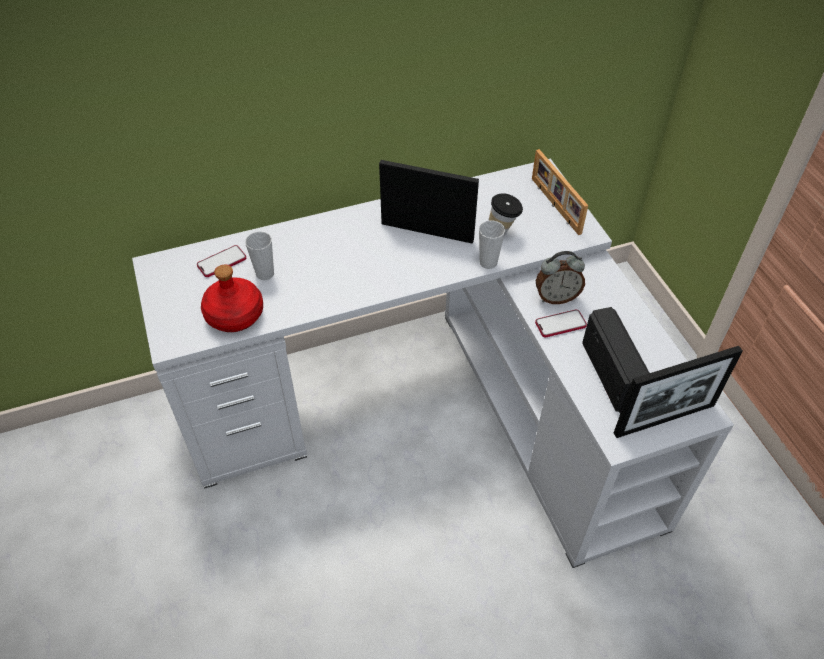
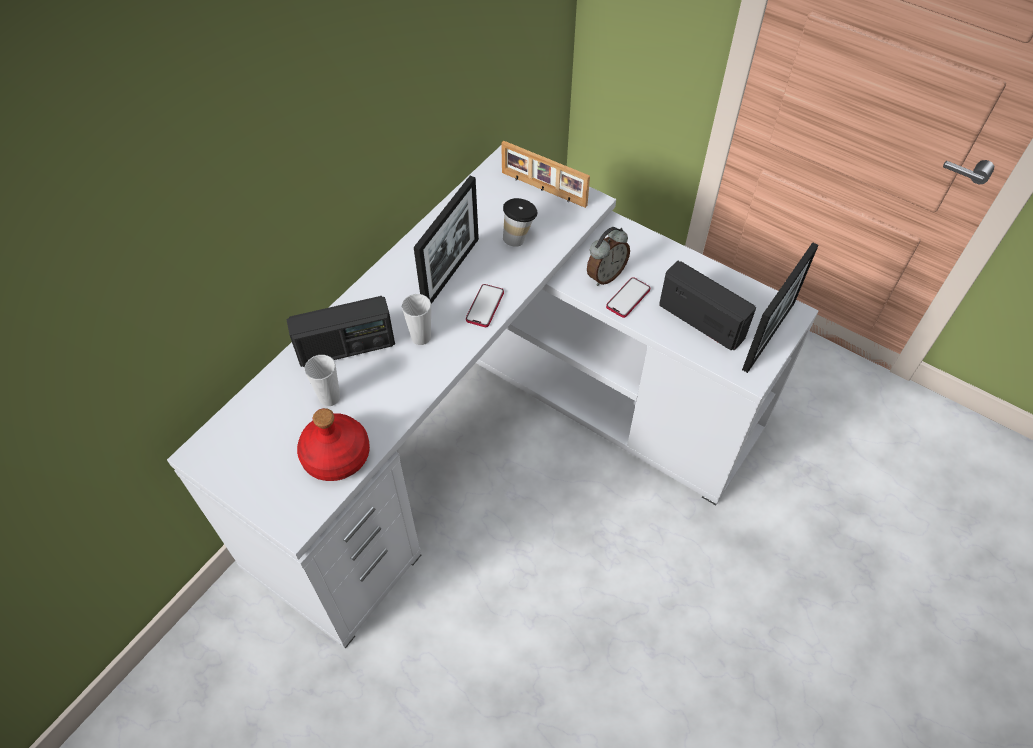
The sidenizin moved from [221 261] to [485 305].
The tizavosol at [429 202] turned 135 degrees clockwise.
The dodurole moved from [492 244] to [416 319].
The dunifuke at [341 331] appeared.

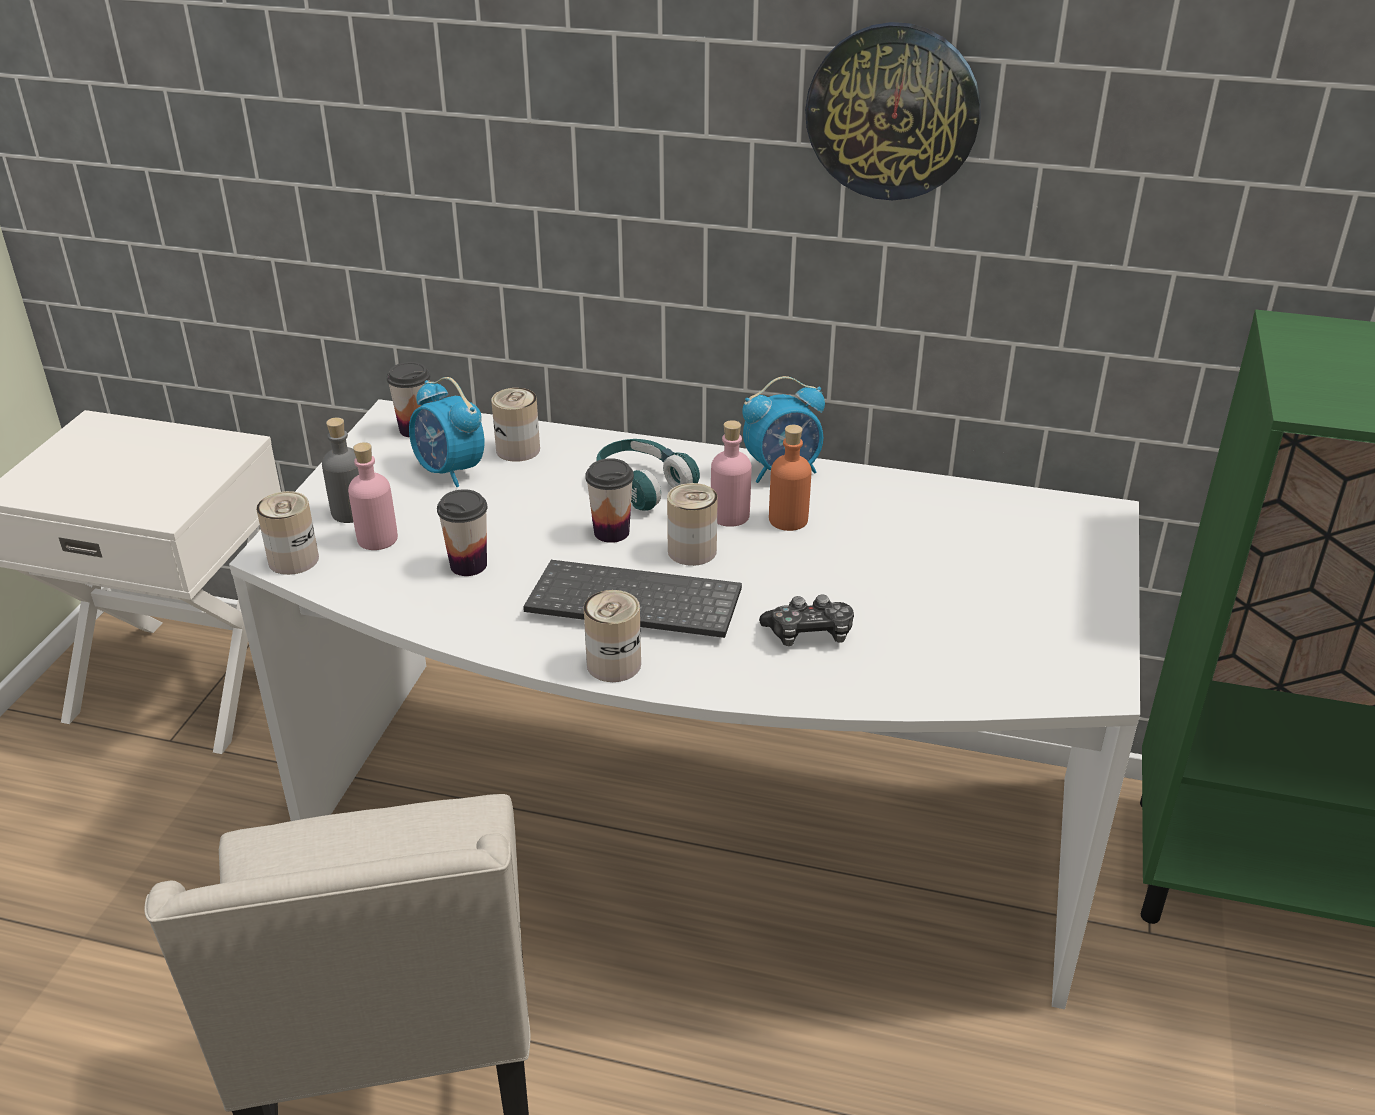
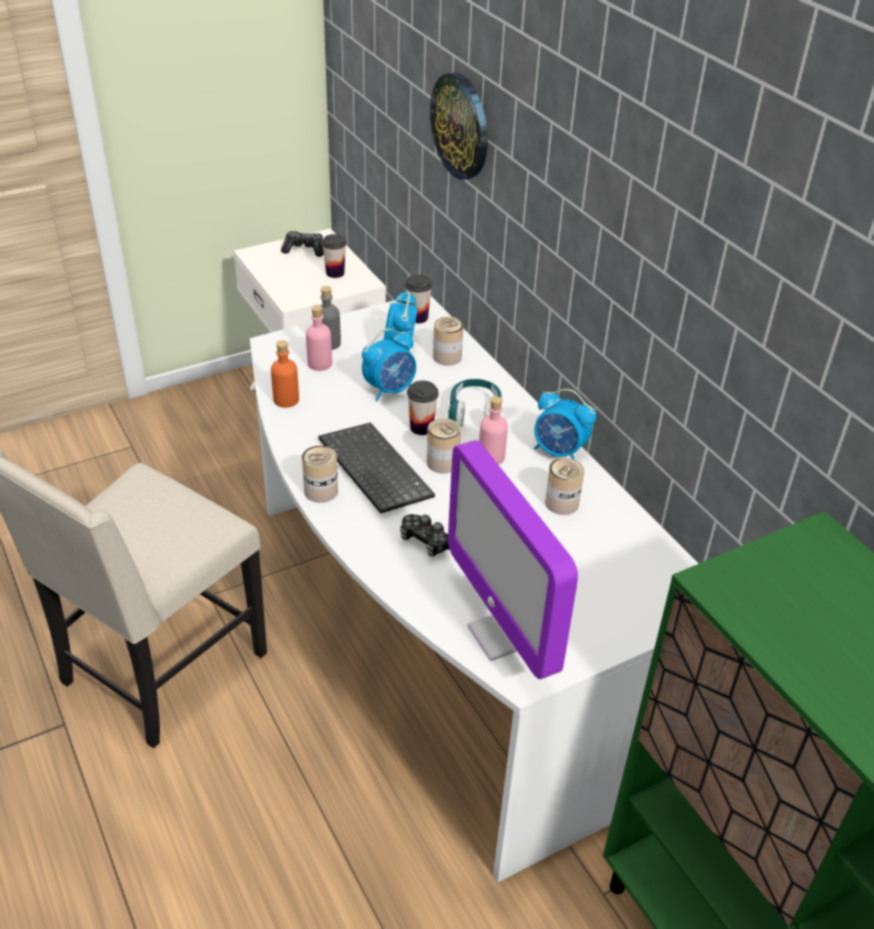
The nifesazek moved from [287 533] to [564 486].
The dodurole moved from [462 532] to [334 256].
The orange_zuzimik moved from [790 478] to [285 374].
The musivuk moved from [893 111] to [459 126].
The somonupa at [302 244] appeared.
The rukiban at [389 365] appeared.
The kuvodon at [513 559] appeared.

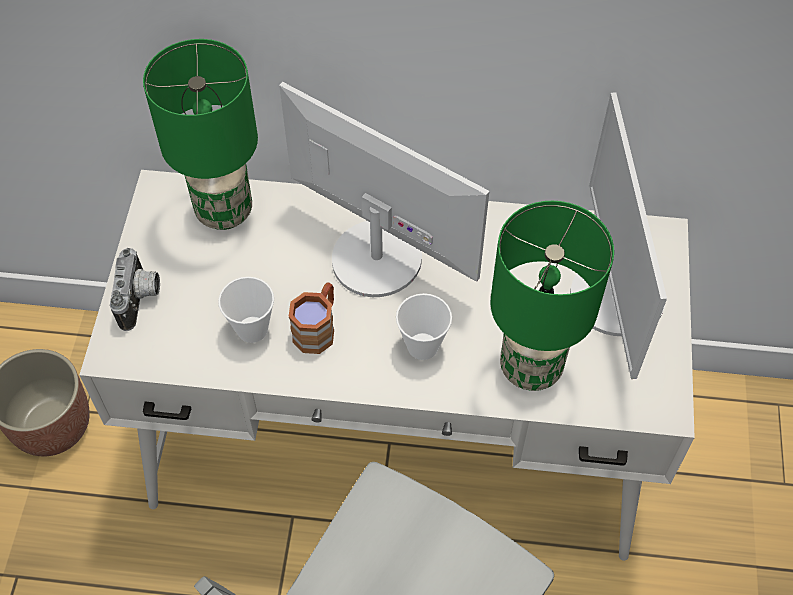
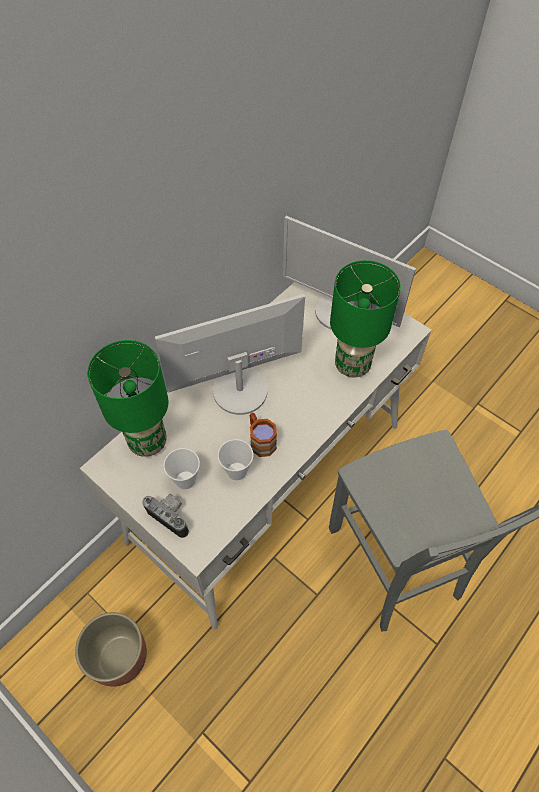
The dodurole moved from [424 326] to [181 468].

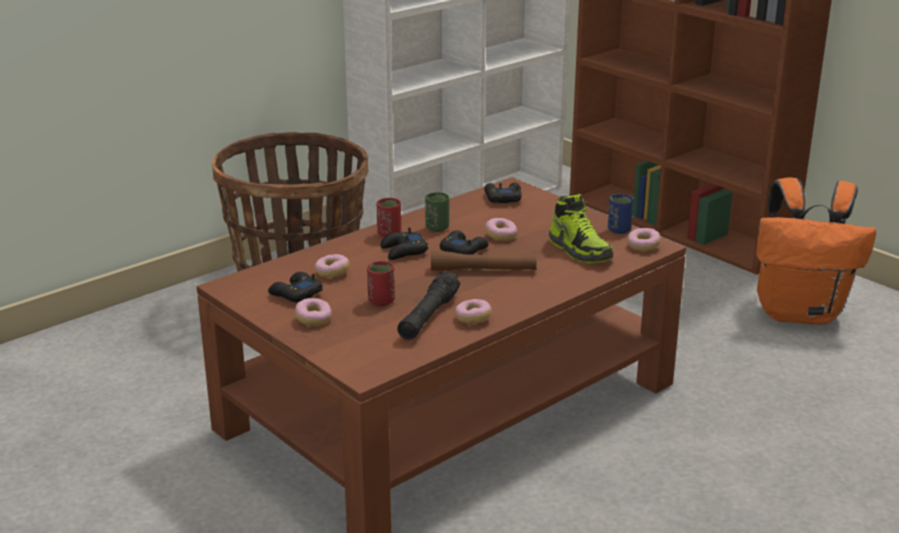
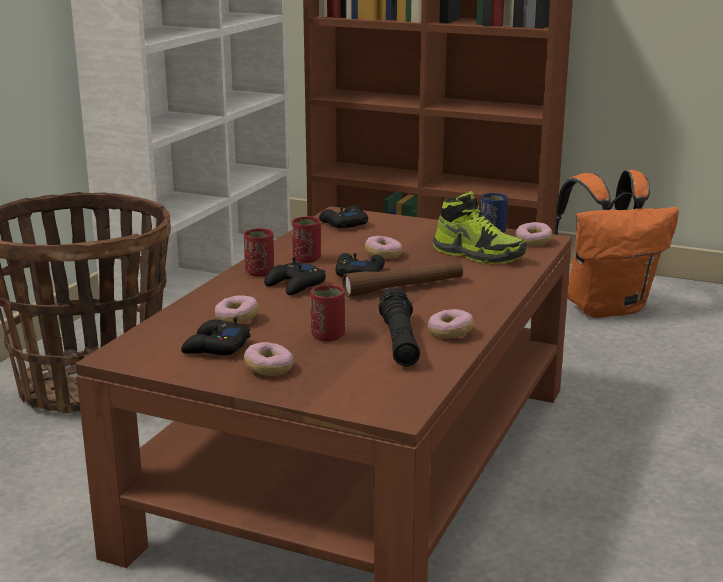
The green_dodurole at [437 212] became the red_dodurole at [306 239].

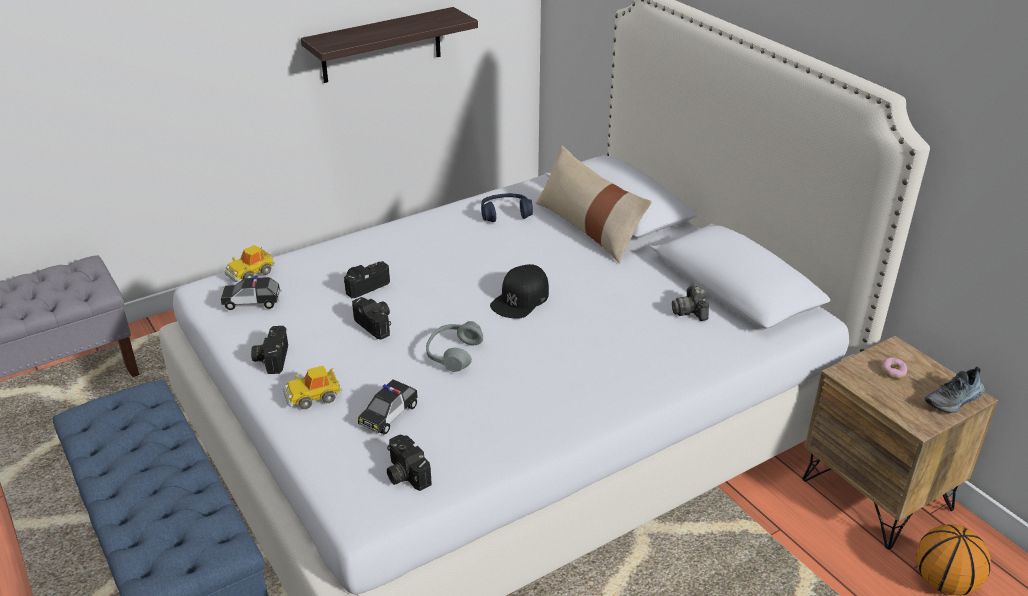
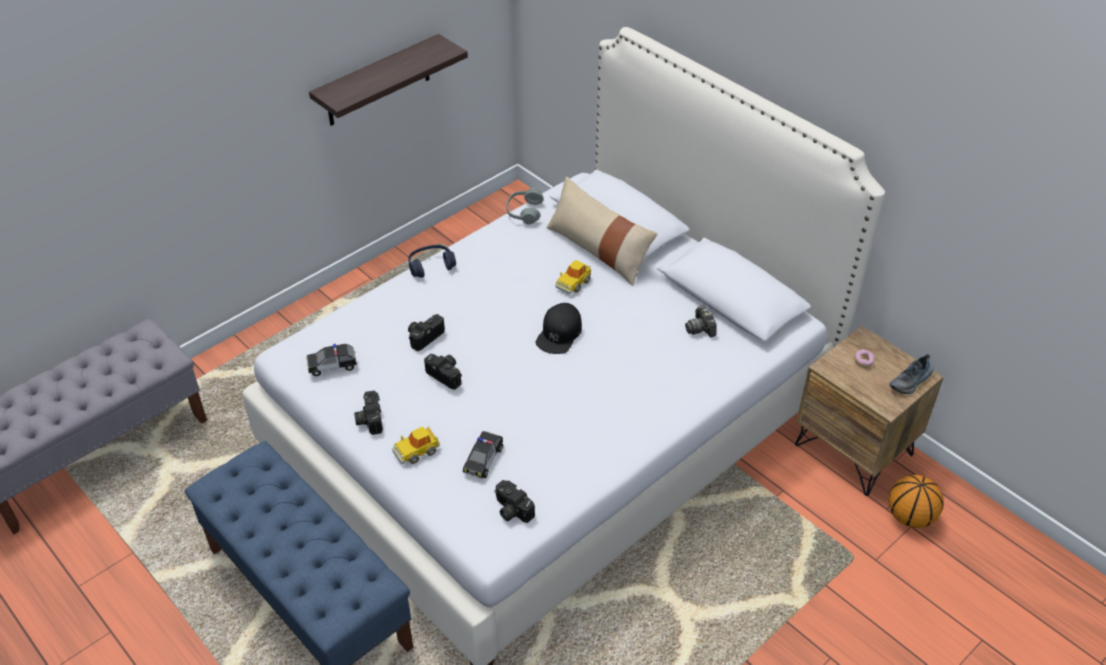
The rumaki moved from [250 263] to [573 277].
The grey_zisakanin moved from [454 346] to [525 206].
The blue_zisakanin moved from [507 207] to [432 261].

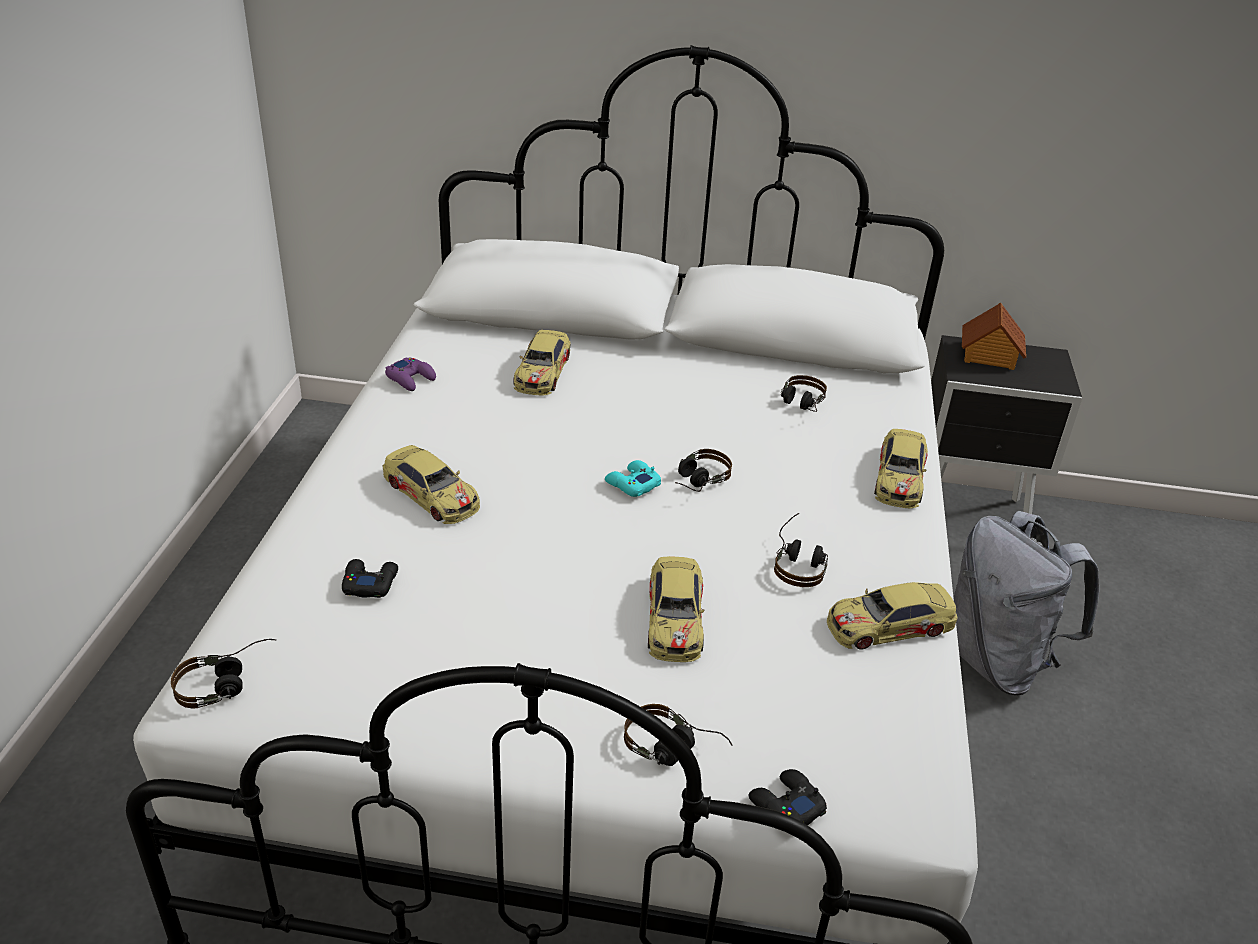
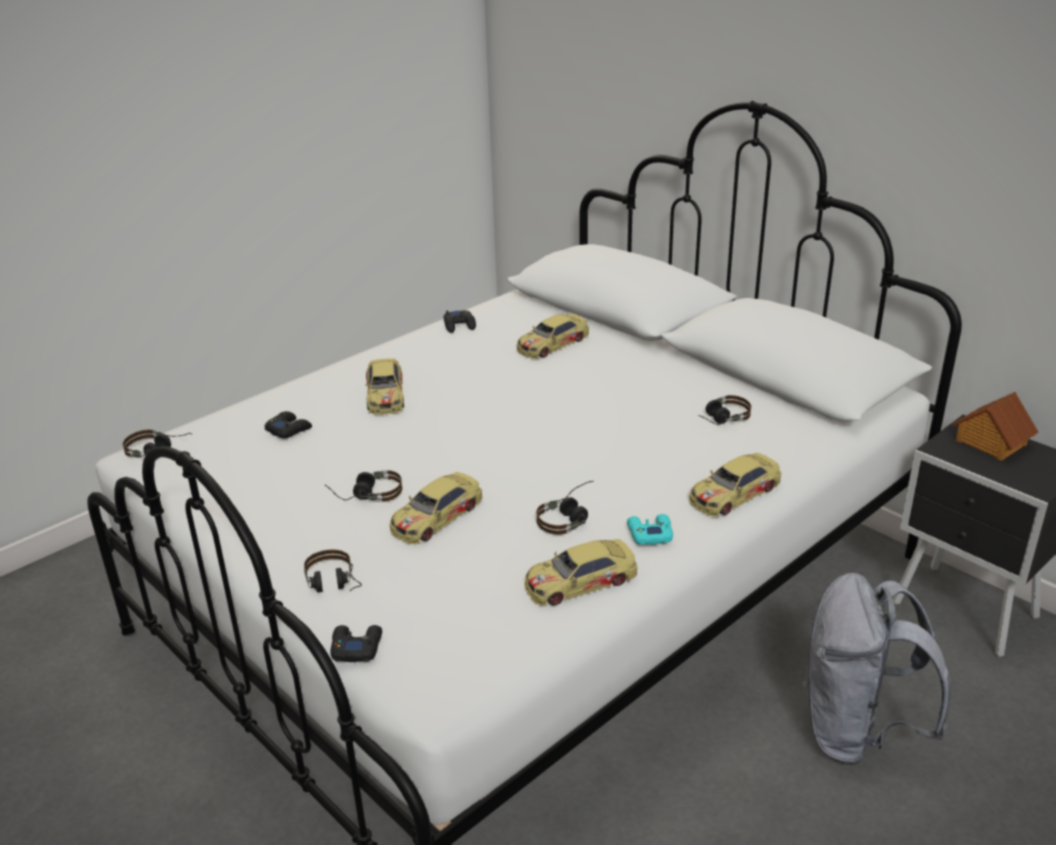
The purple_somonupa at [410 374] became the black_somonupa at [459 321].
The turquoise_somonupa moved from [633 478] to [650 529].
The zisakanin moved from [703 470] to [363 486].
The rumaki at [892 615] turned 45 degrees counterclockwise.

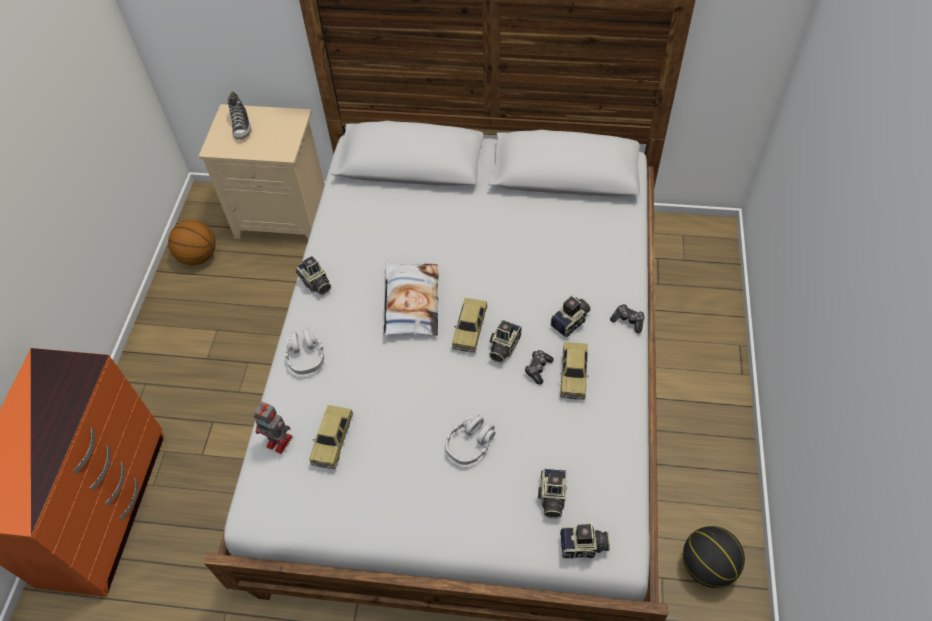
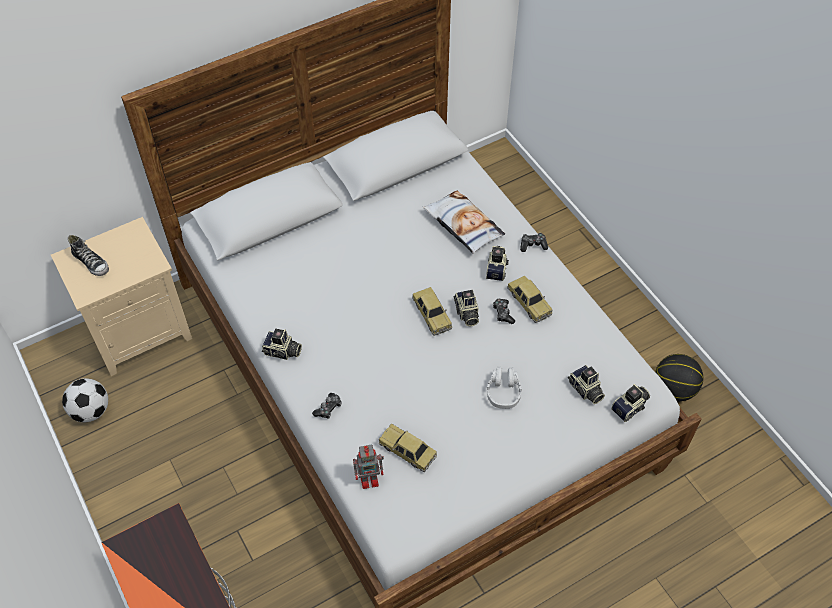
The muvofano at [192 242] was replaced by the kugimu at [85 400].
The grey_zisakanin at [304 351] was replaced by the somonupa at [327 405].
The rumaki at [331 437] turned 150 degrees clockwise.
The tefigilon moved from [411 298] to [464 222].

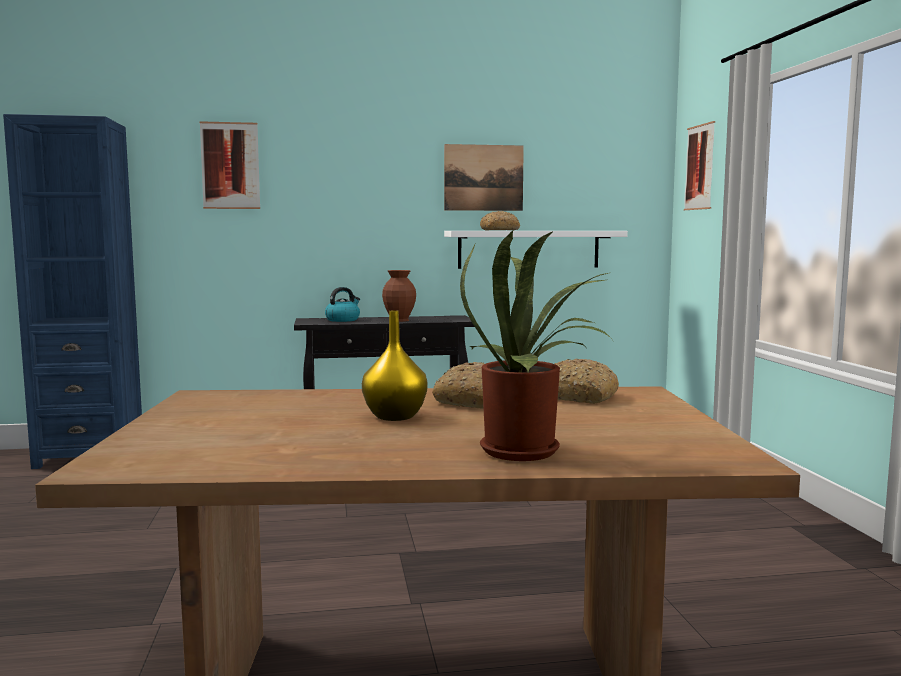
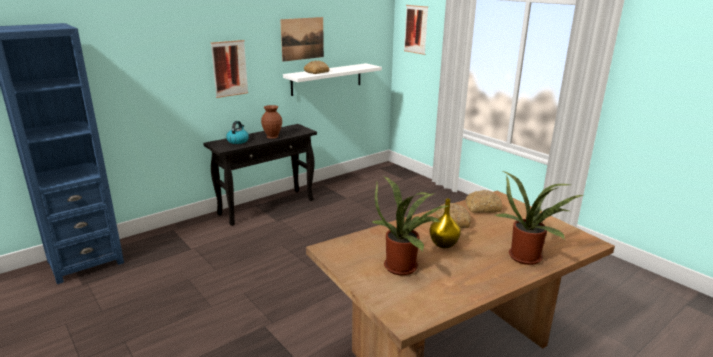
The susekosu moved from [230 165] to [229 69].
The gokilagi at [410 225] appeared.

